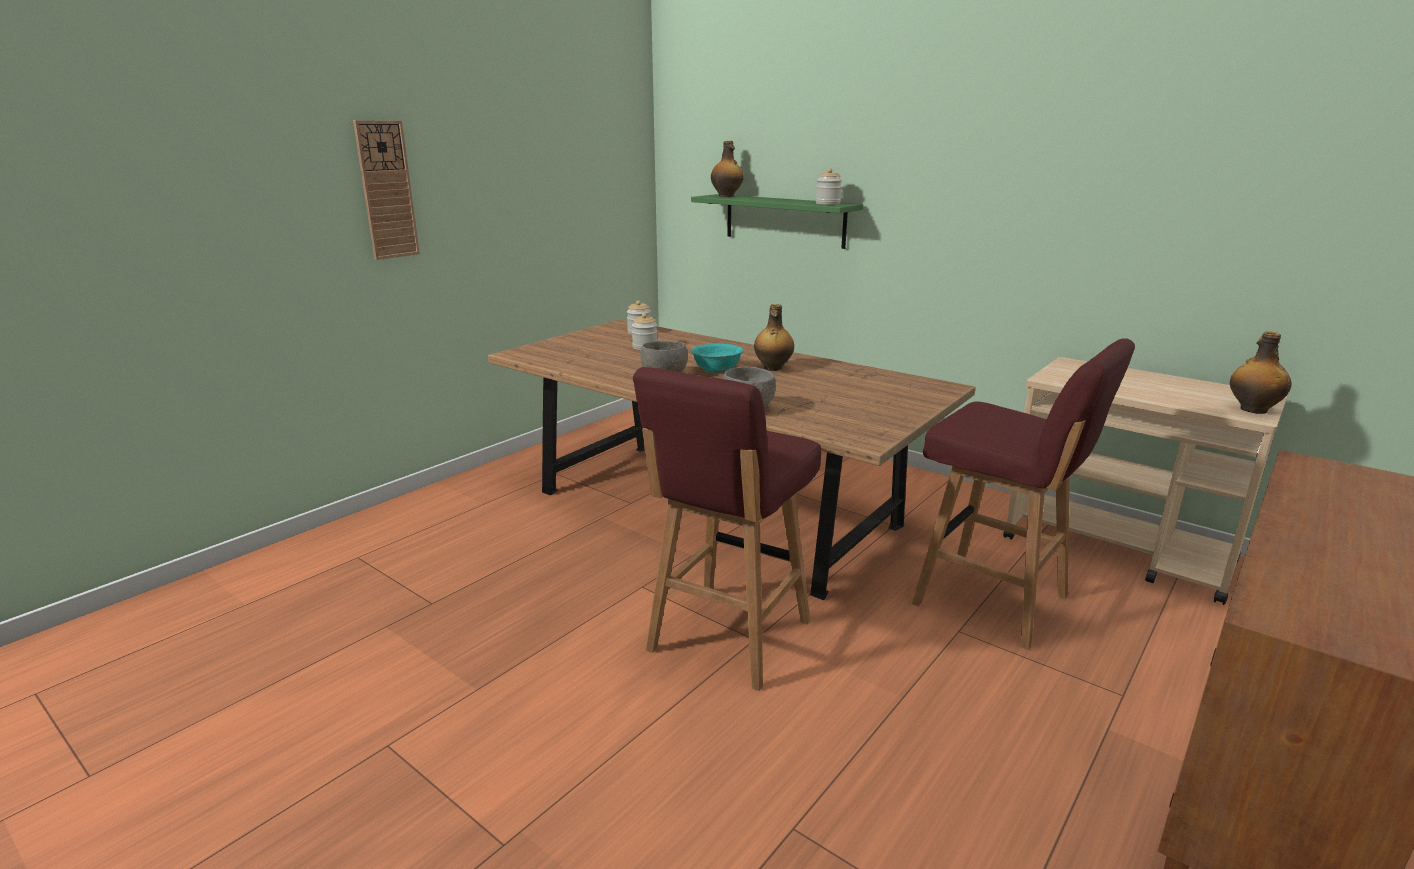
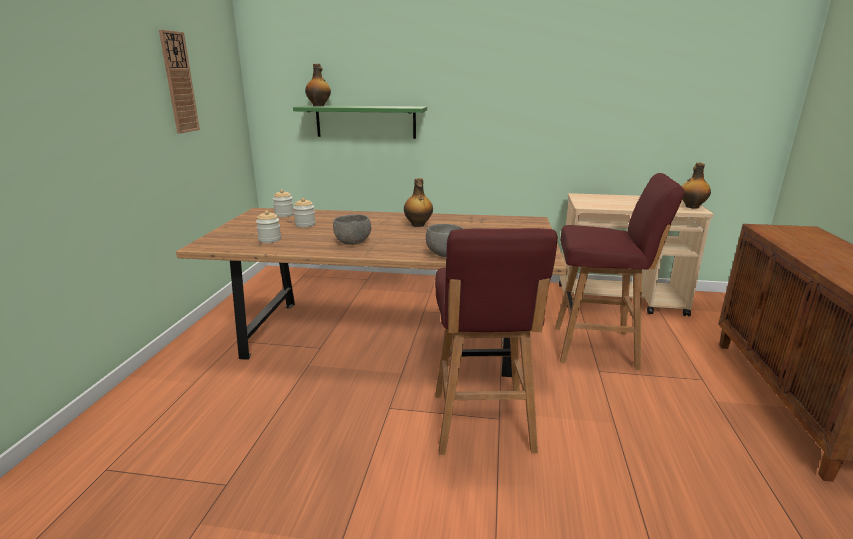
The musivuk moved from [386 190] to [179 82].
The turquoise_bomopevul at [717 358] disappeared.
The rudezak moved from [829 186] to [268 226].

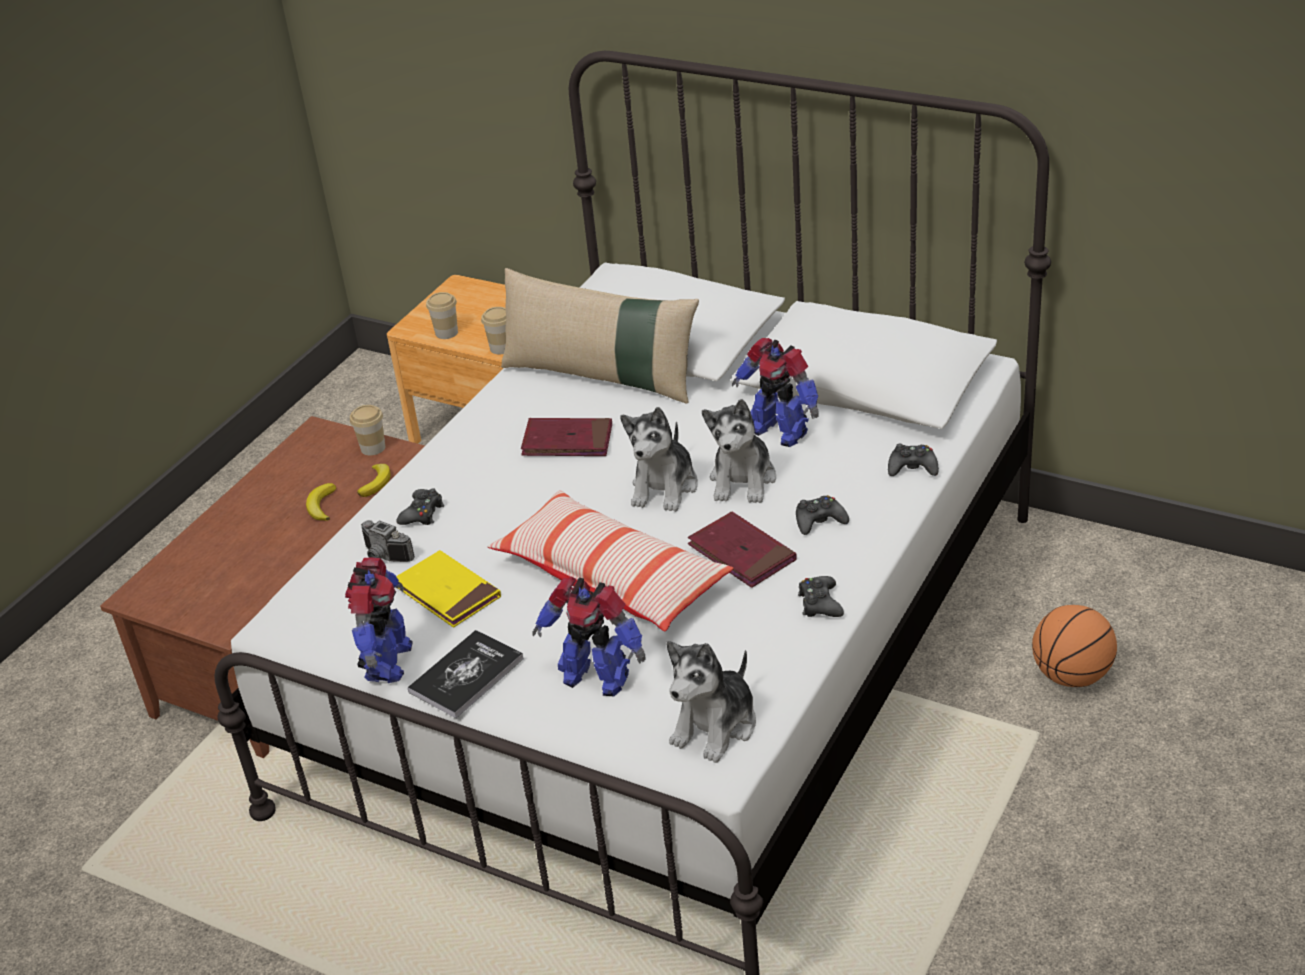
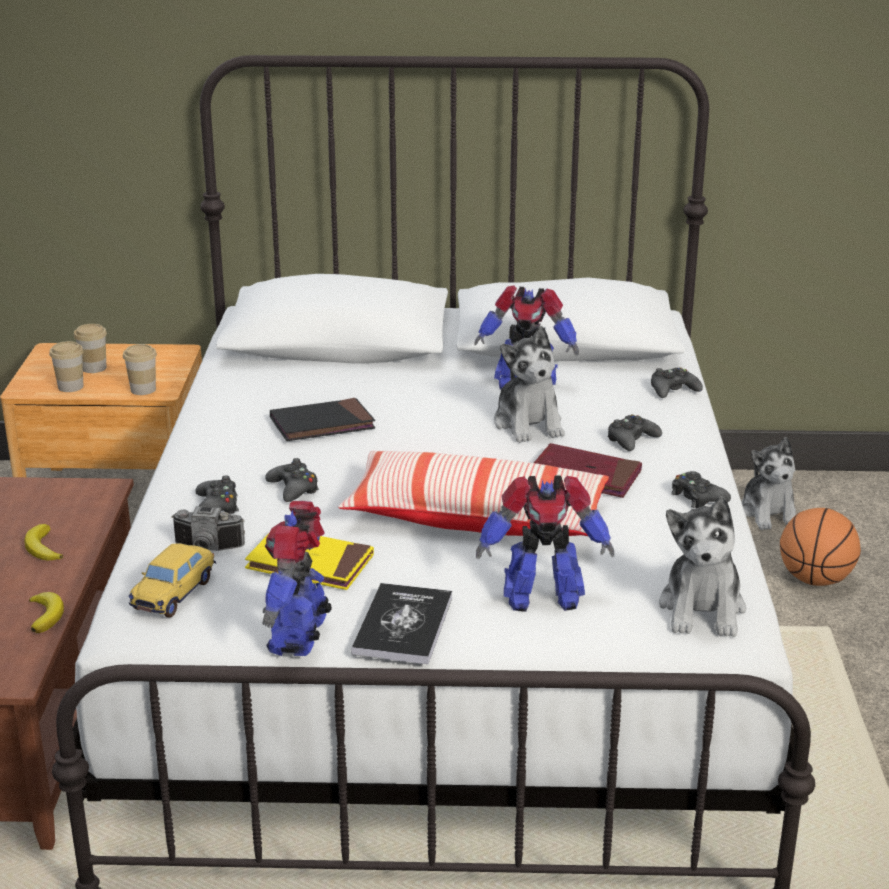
The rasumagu at [379 620] turned 150 degrees counterclockwise.
The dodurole moved from [367 430] to [90 348].
The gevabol moved from [373 480] to [46 612].
The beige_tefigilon at [600 335] disappeared.
The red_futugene at [566 437] became the black_futugene at [322 419].
The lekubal moved from [659 459] to [768 483].
The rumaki at [172 580] appeared.
The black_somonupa at [292 480] appeared.

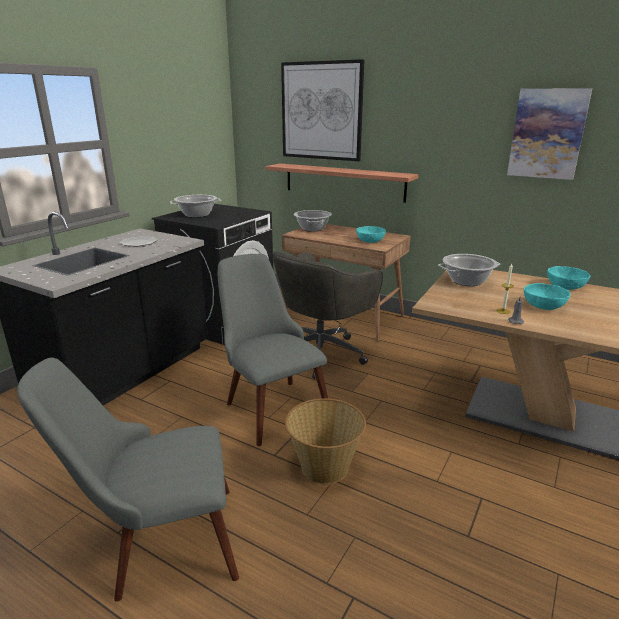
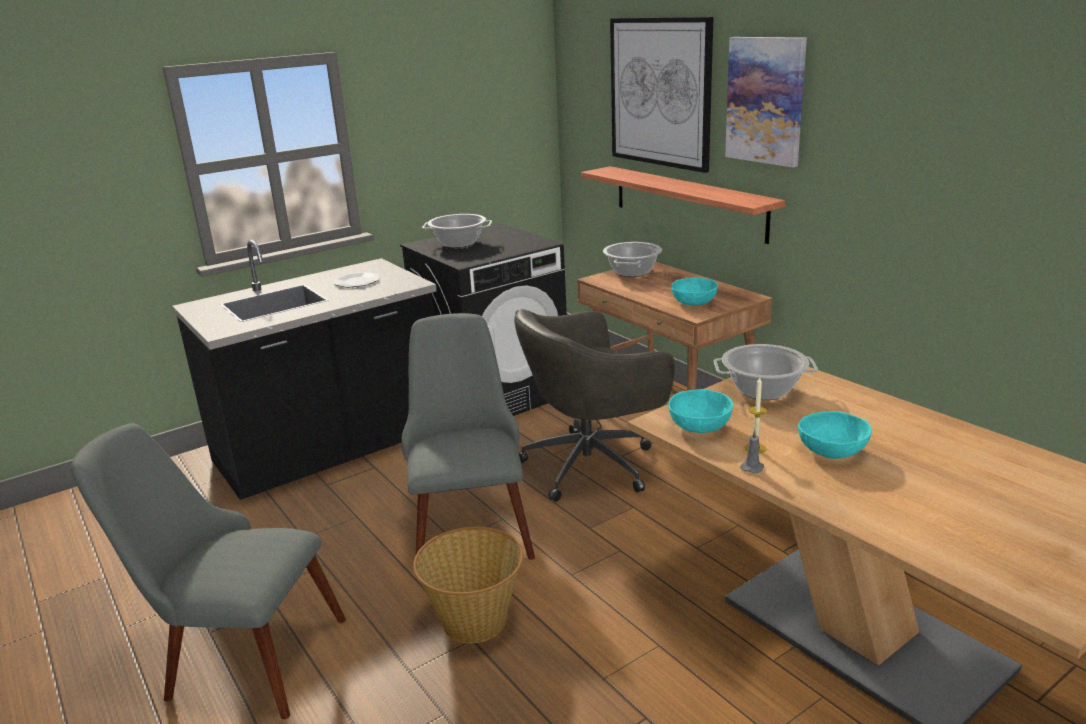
The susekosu moved from [549 134] to [766 102].
The turquoise_bomopevul moved from [568 278] to [700 411].

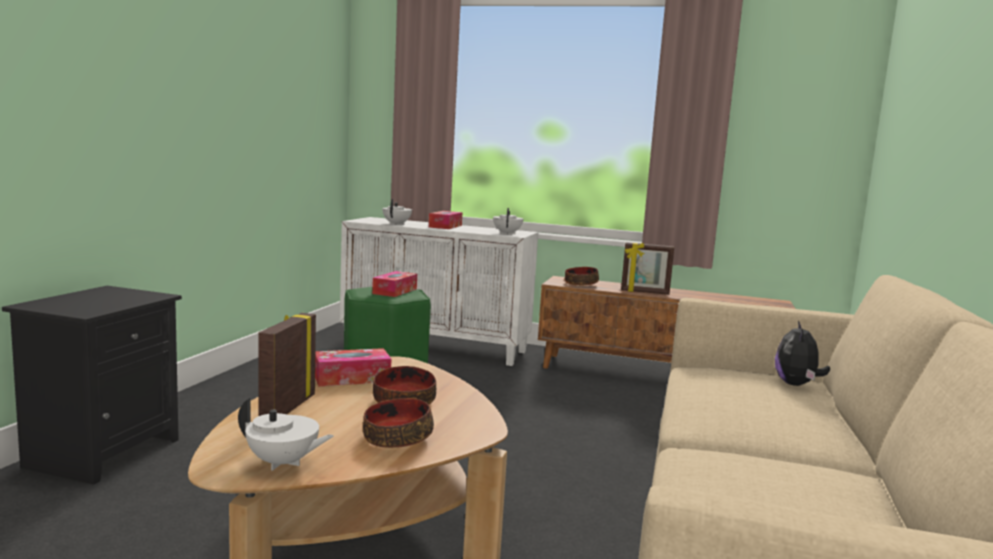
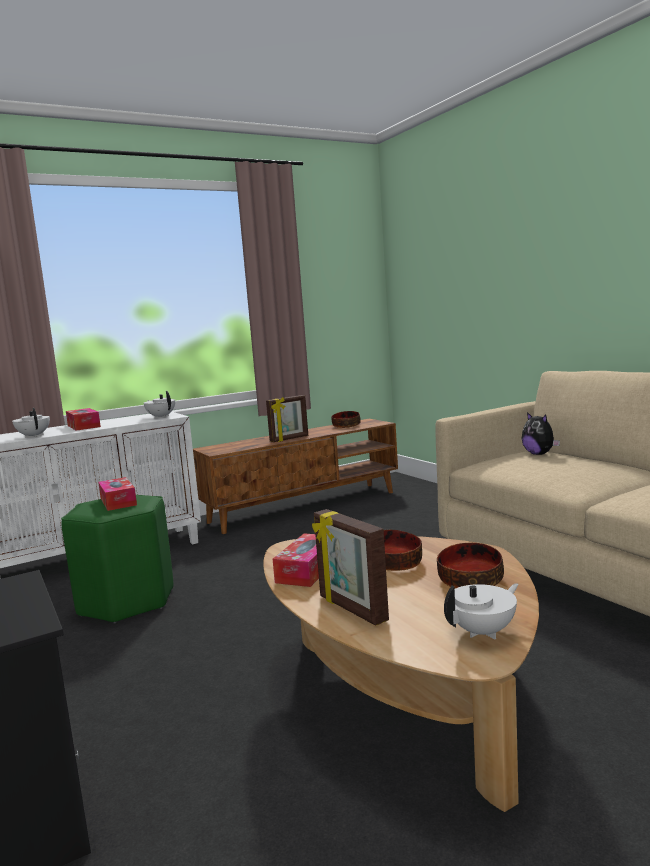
The bomopevul moved from [582 276] to [346 419].

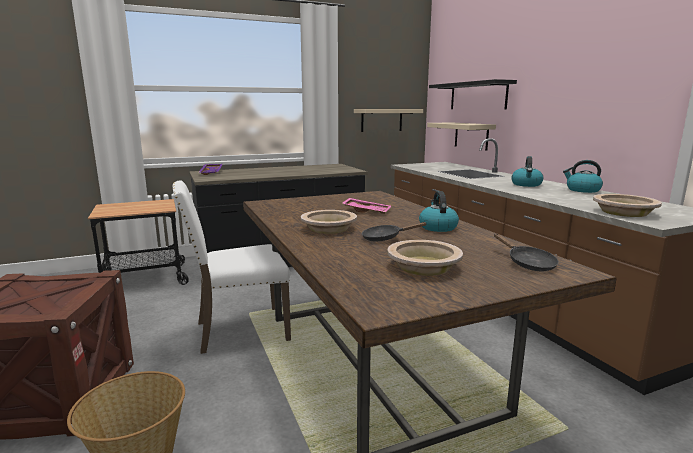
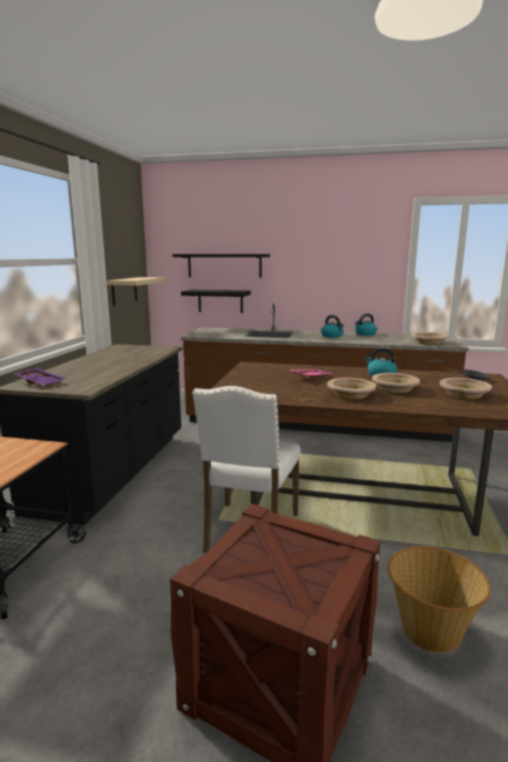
The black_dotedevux at [394 231] was replaced by the beige_bomopevul at [396 383].
The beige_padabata at [461 136] became the black_padabata at [216 301].

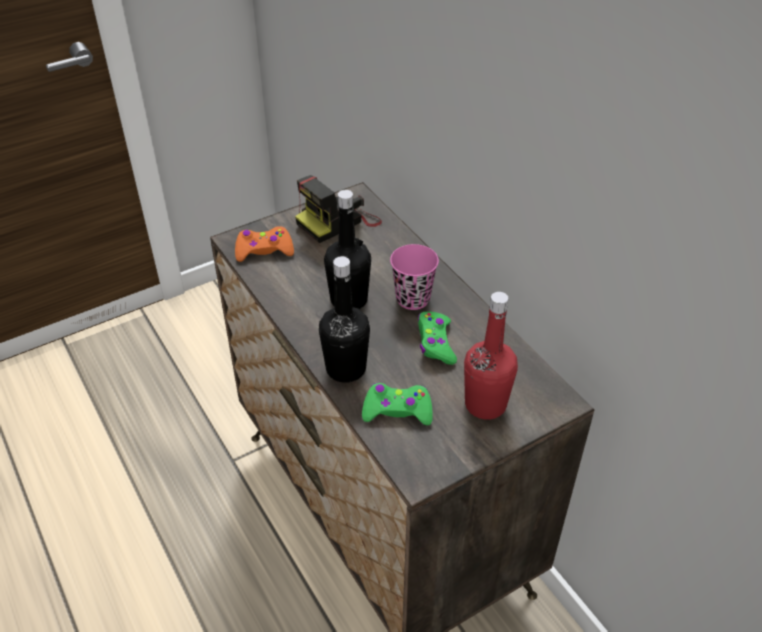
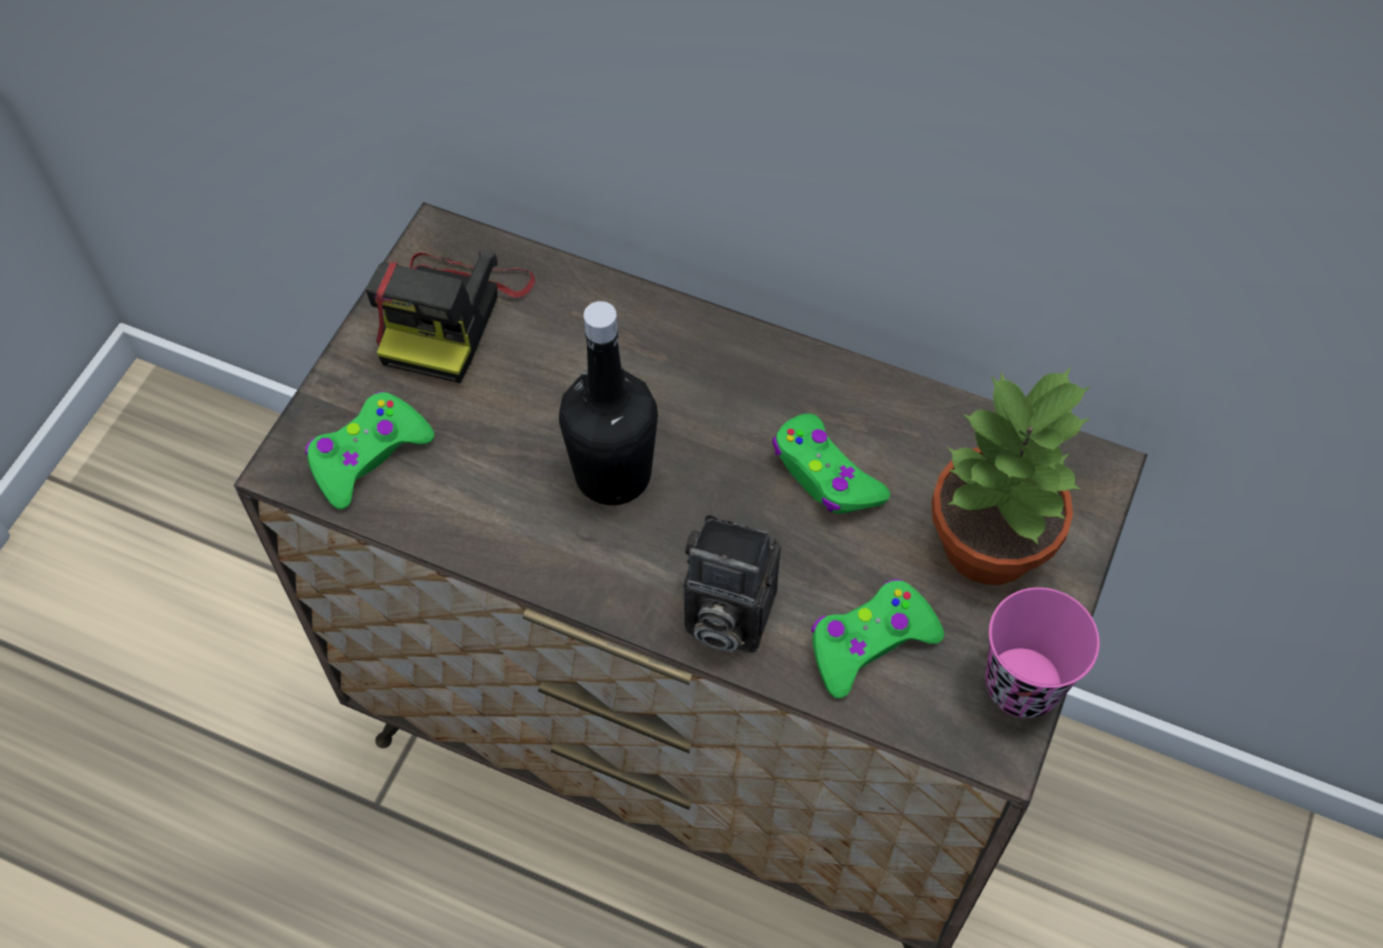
The orange_somonupa at [264 244] became the green_somonupa at [369 450].
The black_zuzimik at [344 319] was replaced by the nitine at [732 583].
The pink_dodurole moved from [414 277] to [1042 652].
The red_zuzimik at [491 356] was replaced by the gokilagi at [1010 476].

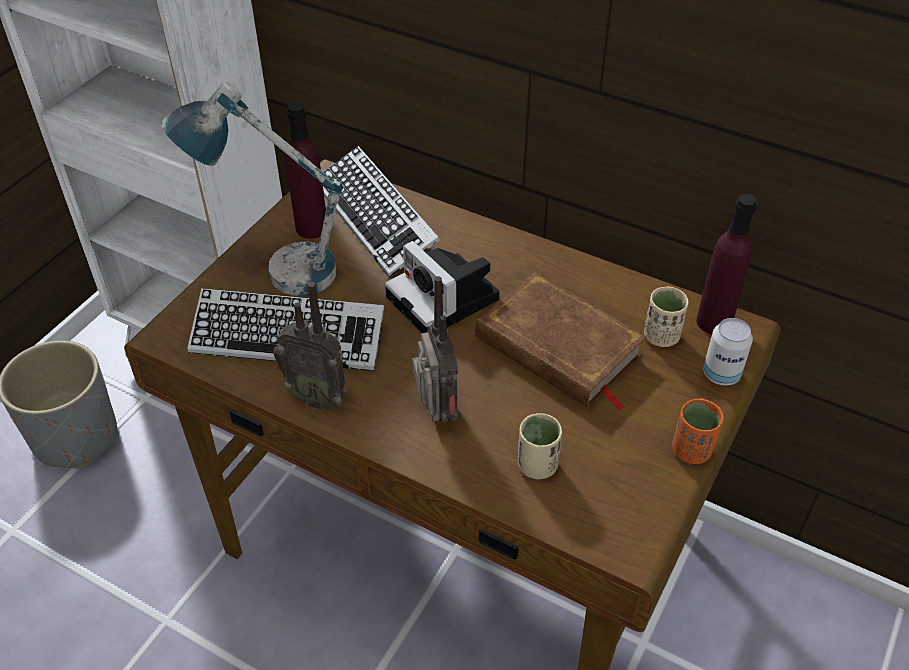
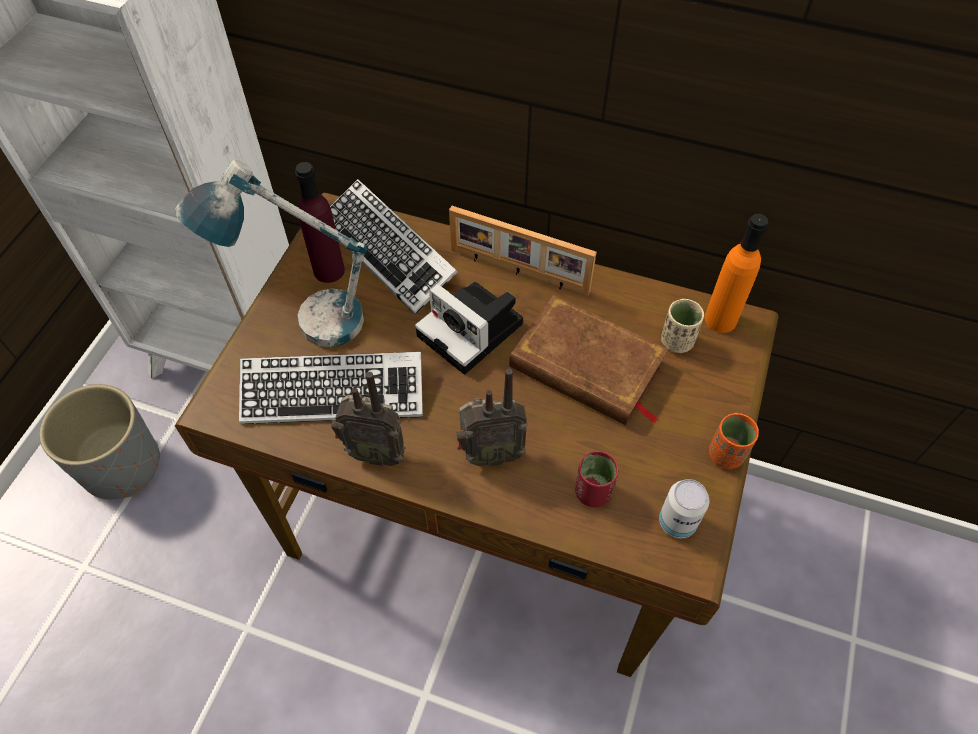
The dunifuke at [435 349] turned 105 degrees clockwise.
The beige_dodurole at [540 446] became the red_dodurole at [597 479].
The purple_zuzimik at [726 264] became the orange_zuzimik at [736 273].
The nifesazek moved from [728 352] to [684 508].
The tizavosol at [522 251] appeared.

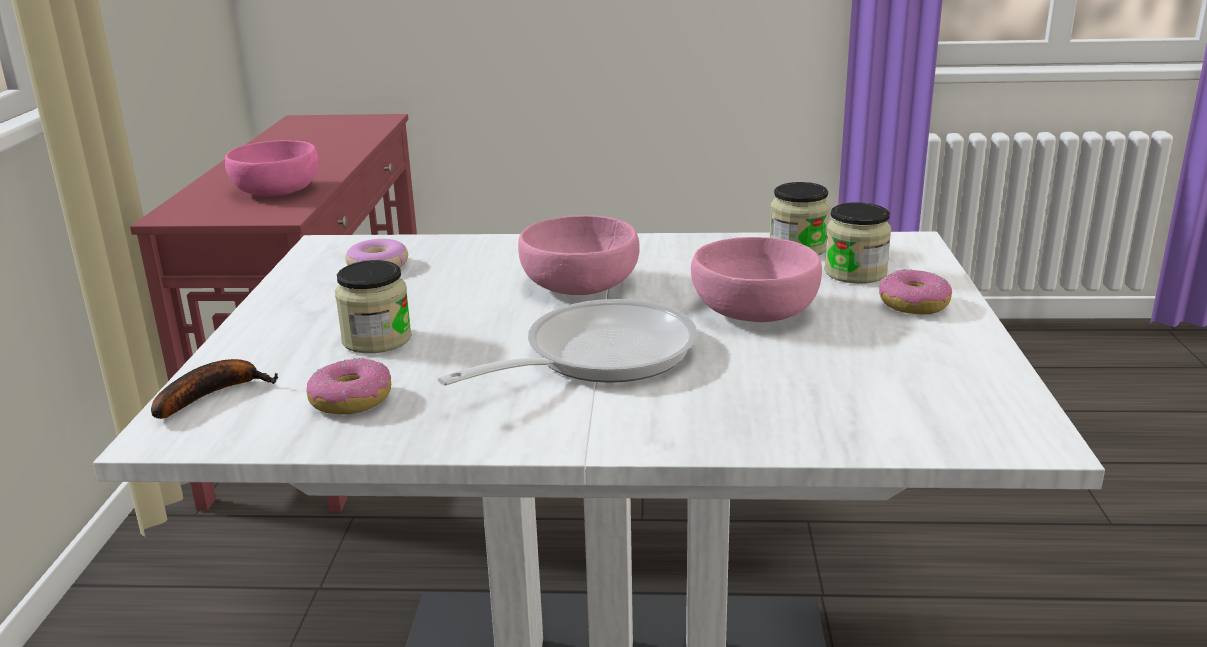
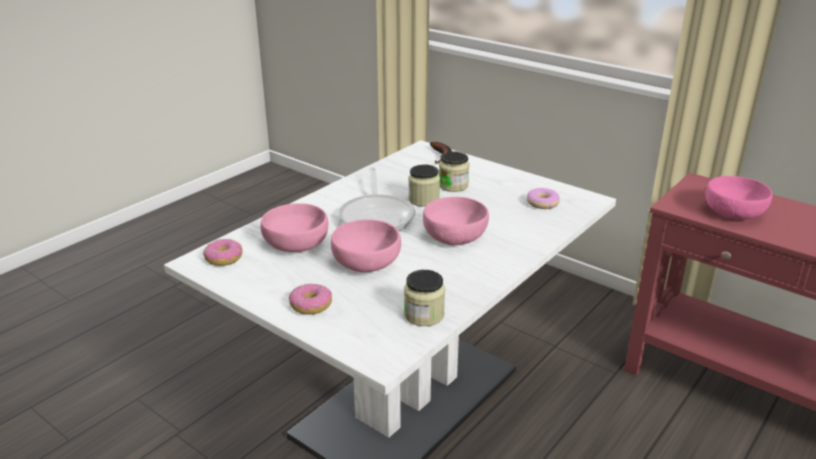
The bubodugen moved from [348 386] to [222 252].
The rudezak moved from [857 243] to [424 186].
The pink_bomopevul at [294 227] appeared.

